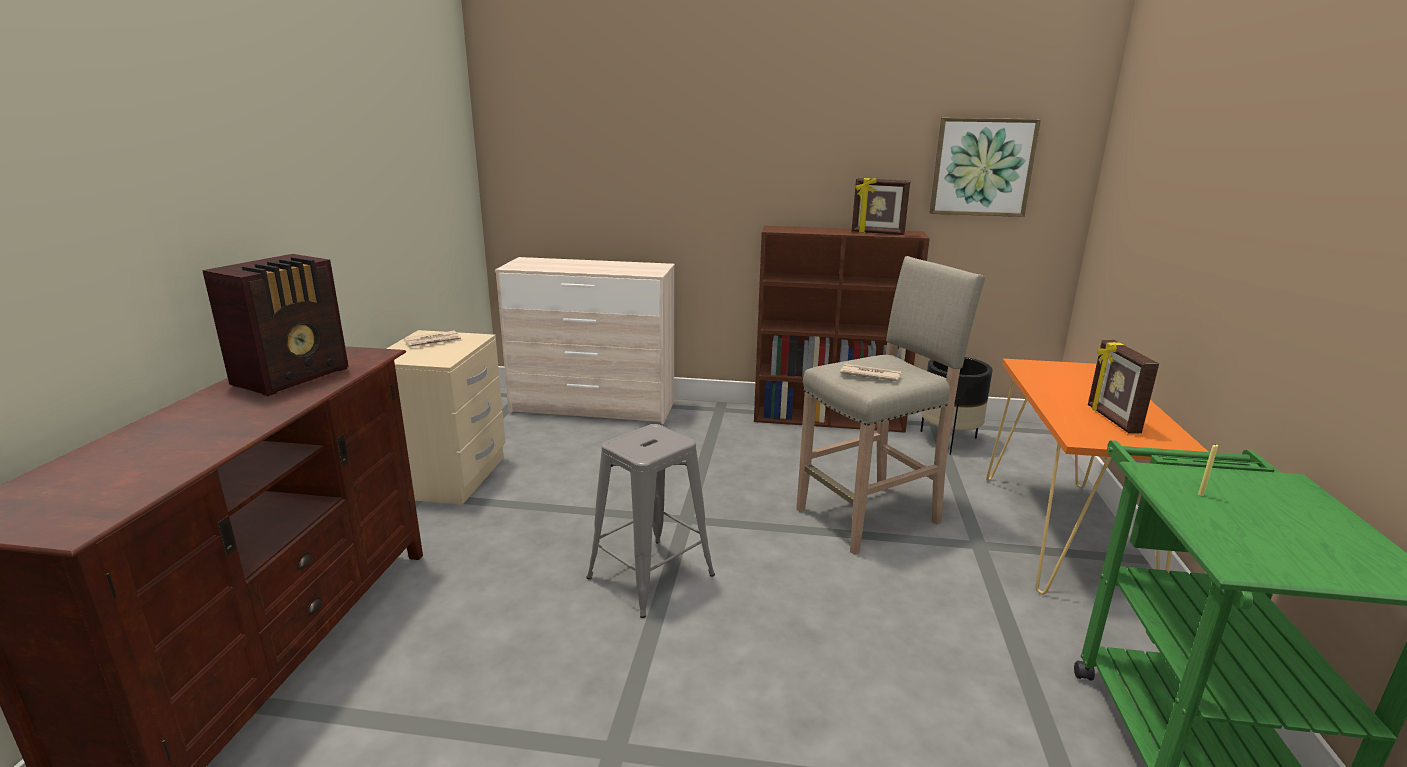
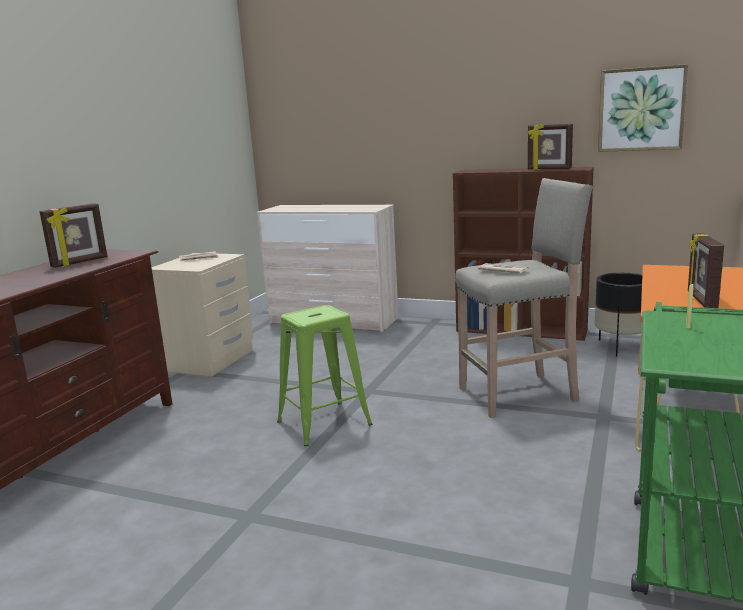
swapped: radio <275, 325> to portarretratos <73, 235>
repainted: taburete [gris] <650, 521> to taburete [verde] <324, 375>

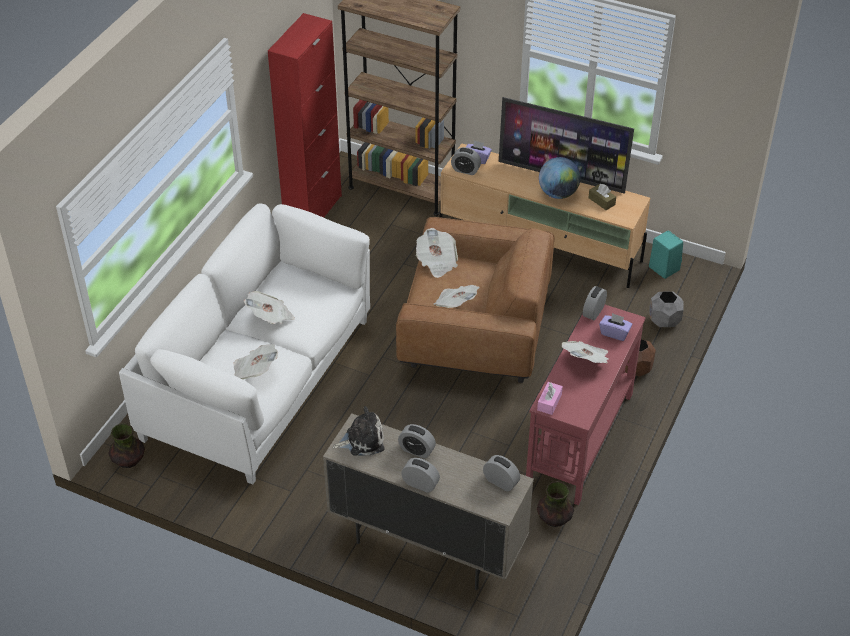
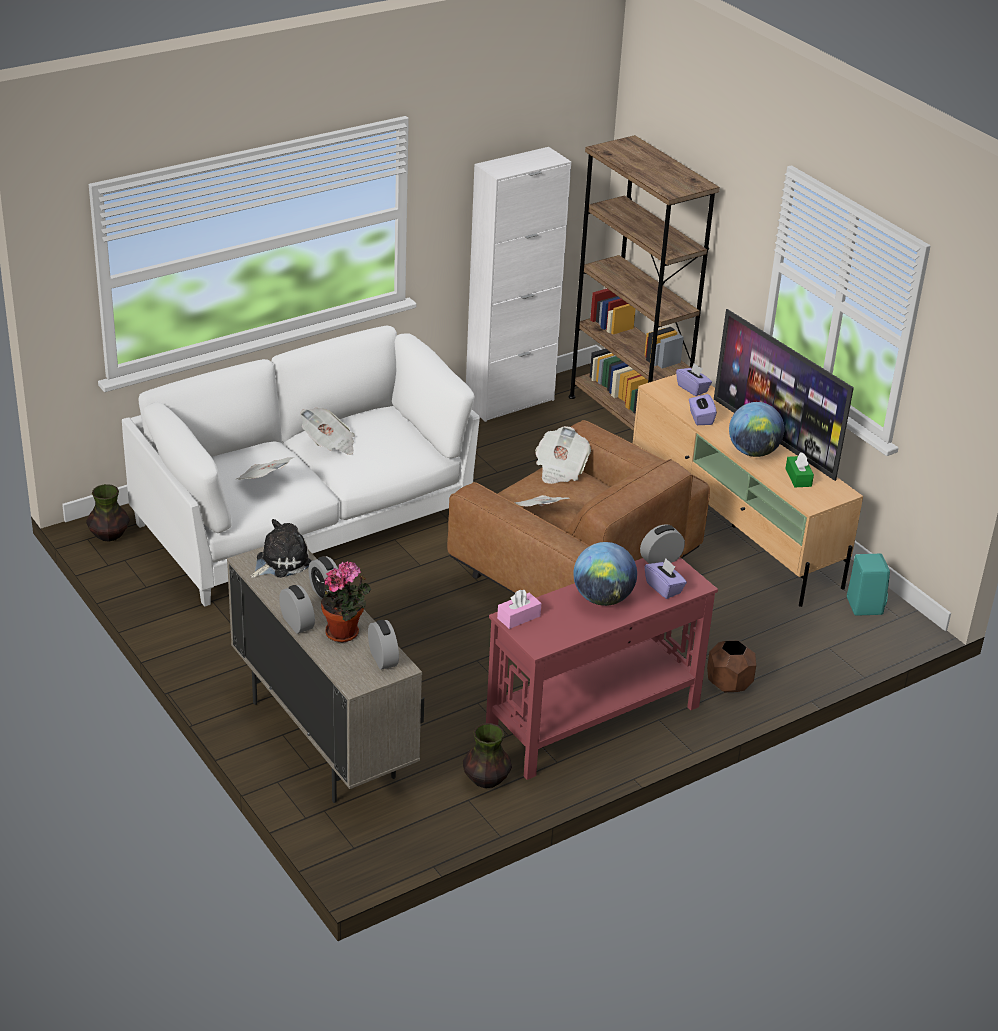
gone: despertador <466, 161>; maceta [gris] <666, 309>
new: caja de pañuelos [morado] <703, 409>; planta en maceta <346, 602>
swapped: periódico <585, 352> to globo terráqueo <605, 574>
repainted: armario [rojo] <305, 115> to armario [blanco] <518, 284>; caja de pañuelos [marrón] <602, 197> to caja de pañuelos [verde] <800, 469>
rotated: peluche <359, 431> = <281, 548> 60 degrees counterclockwise

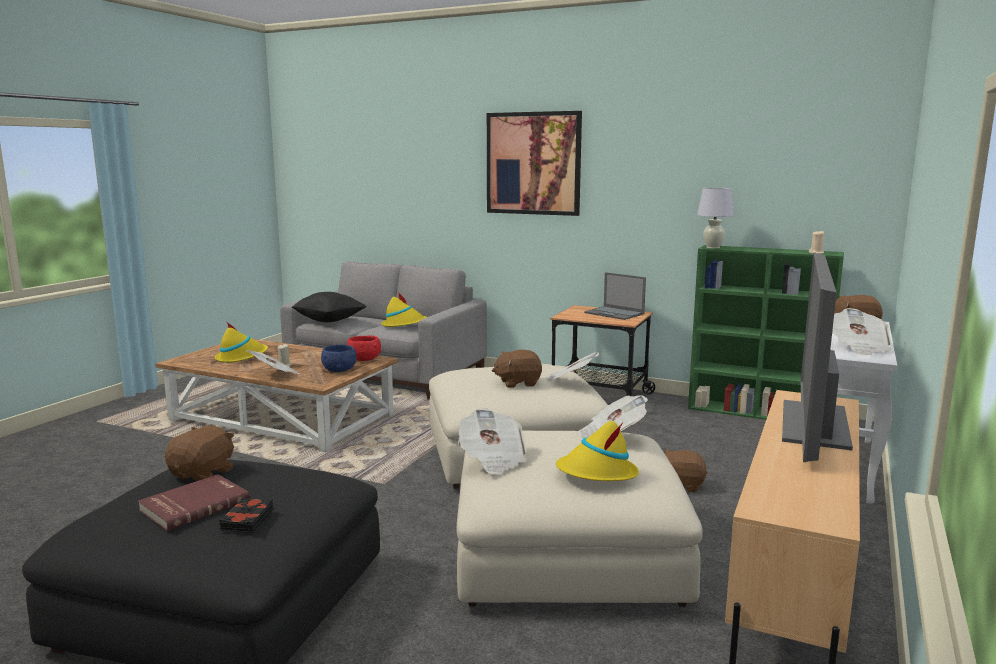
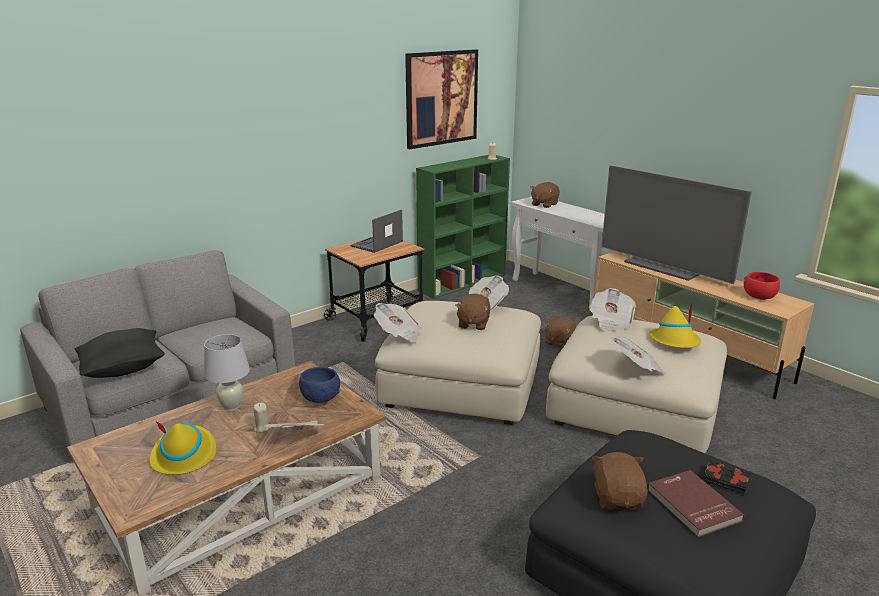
gone: sombrero [amarillo] <404, 309>
shifted: cuadro <534, 163> to <441, 99>; lámpara de mesa [blanco] <715, 218> to <227, 372>; periódico <861, 331> to <398, 322>; cuenco [rojo] <364, 348> to <762, 286>
rotated: portátil <615, 296> = <377, 231> 150 degrees clockwise; peluche [marrón] <199, 453> = <620, 481> 45 degrees clockwise

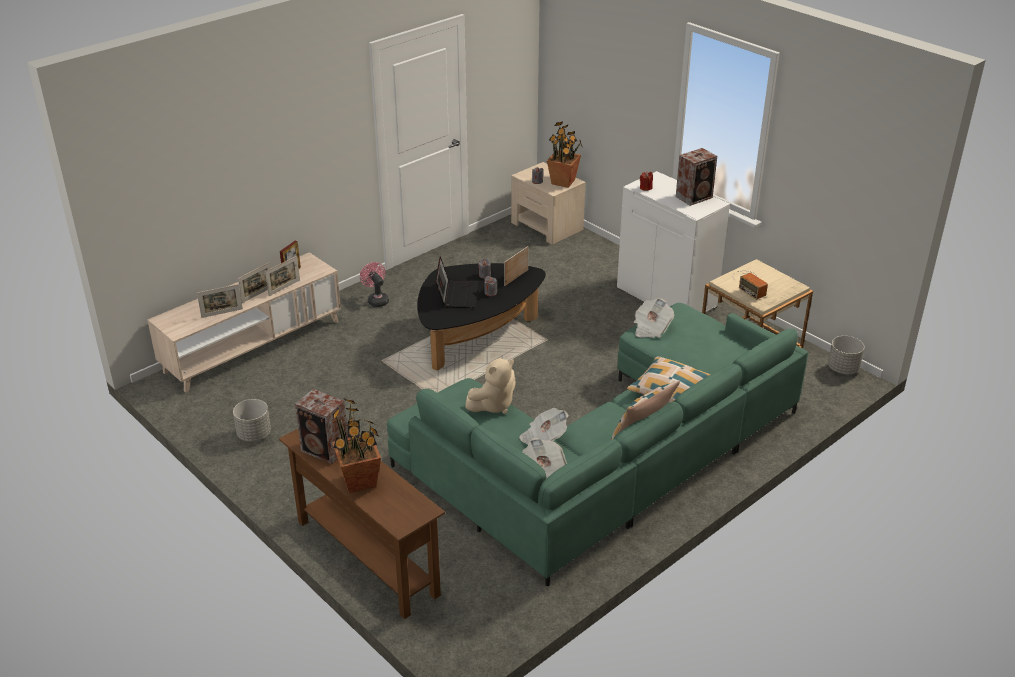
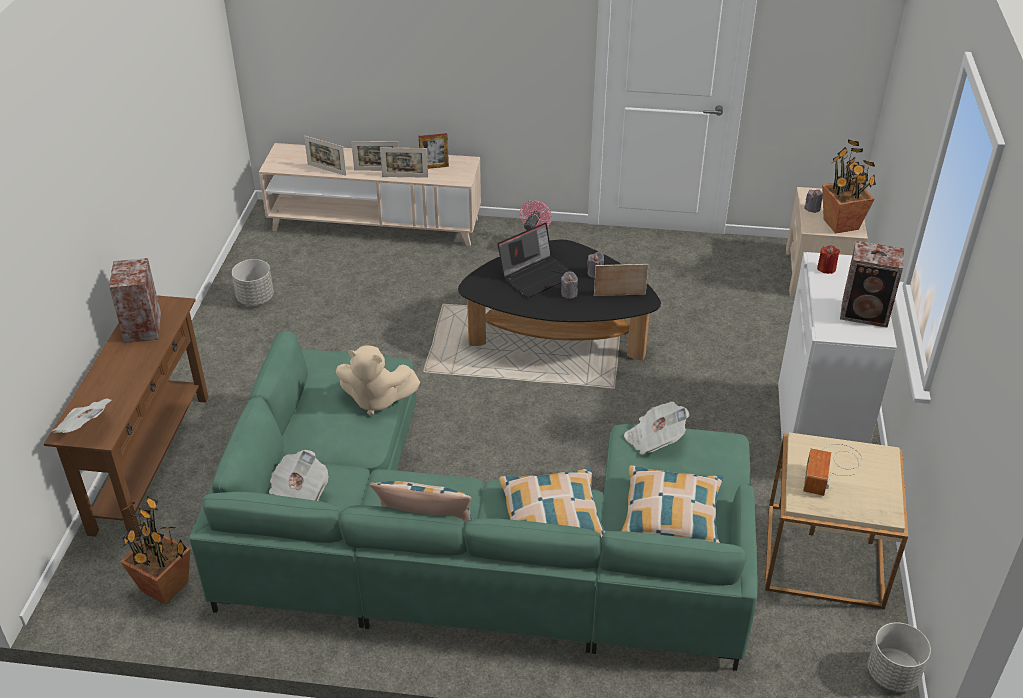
new: cojín <672, 504>
shifted: planta en maceta <356, 446> to <155, 550>; periódico <544, 426> to <82, 415>

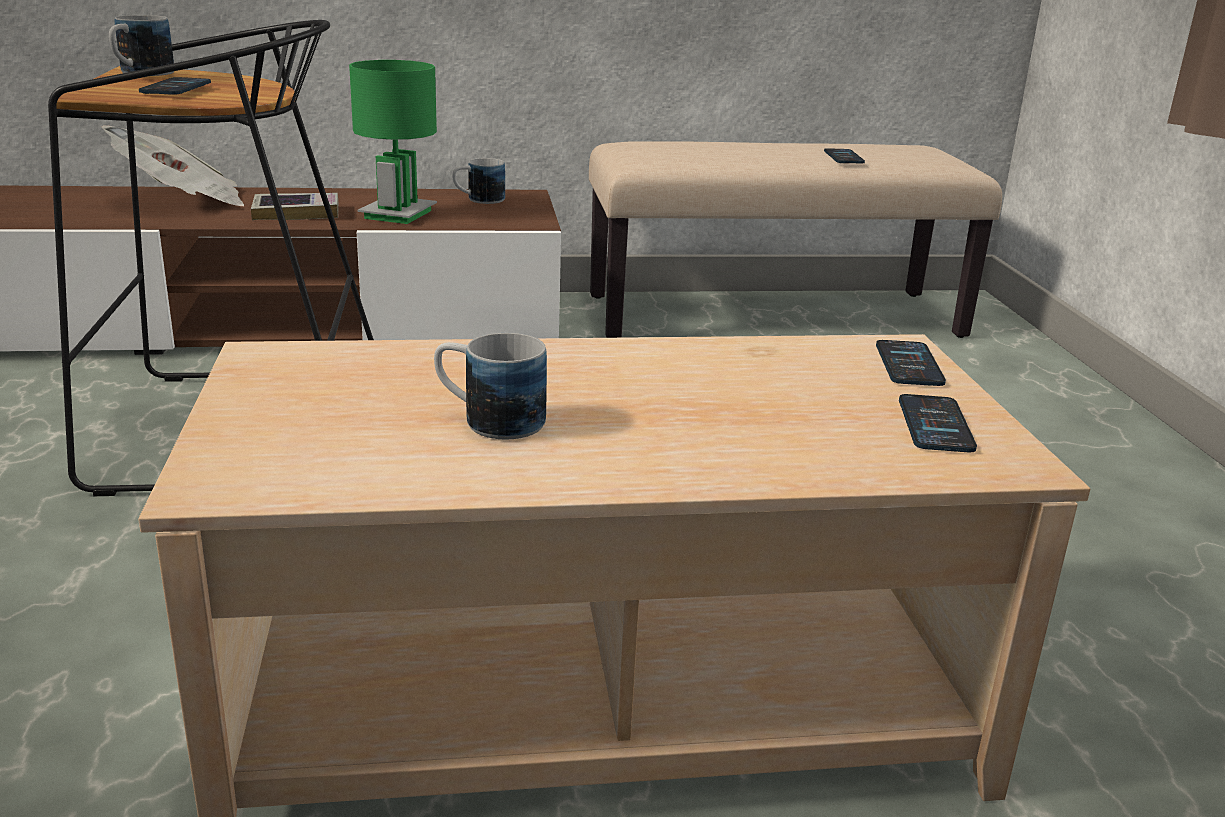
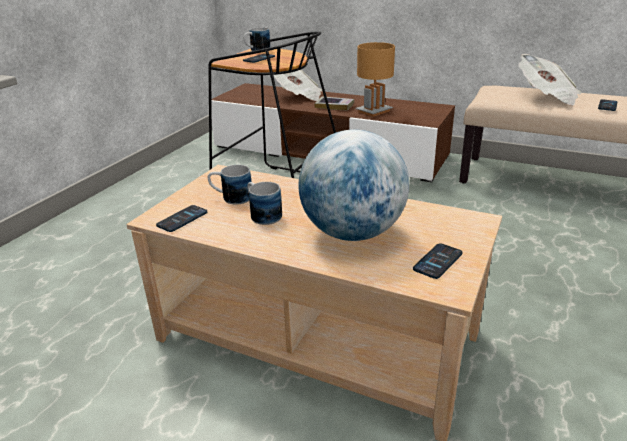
new: periódico <550, 80>; globo terráqueo <353, 185>
shifted: taza grande <478, 181> to <229, 185>; móvil <911, 363> to <181, 218>
repainted: lámpara de mesa [verde] <393, 142> to lámpara de mesa [marrón] <375, 79>

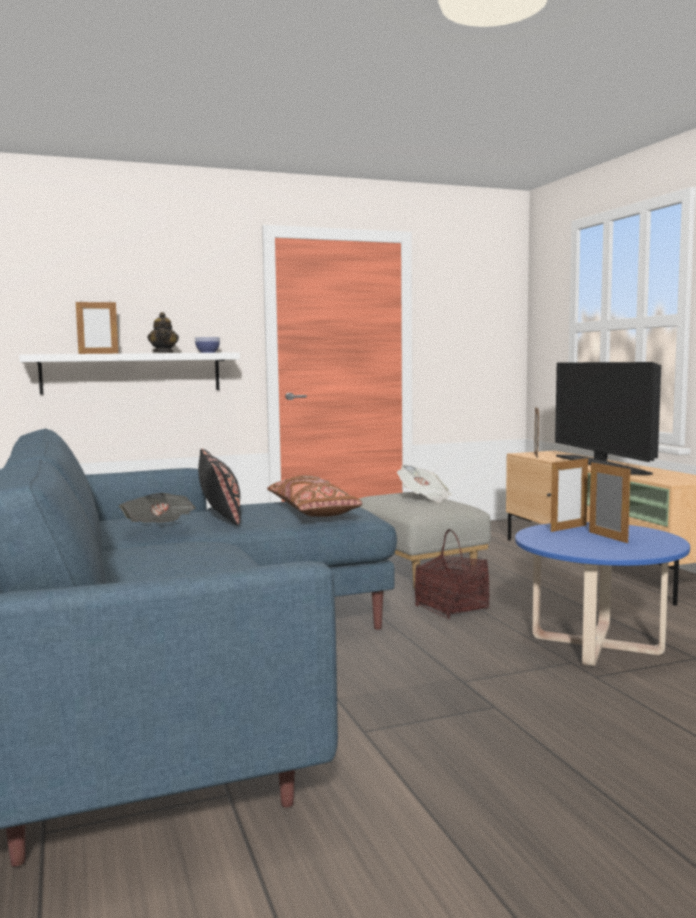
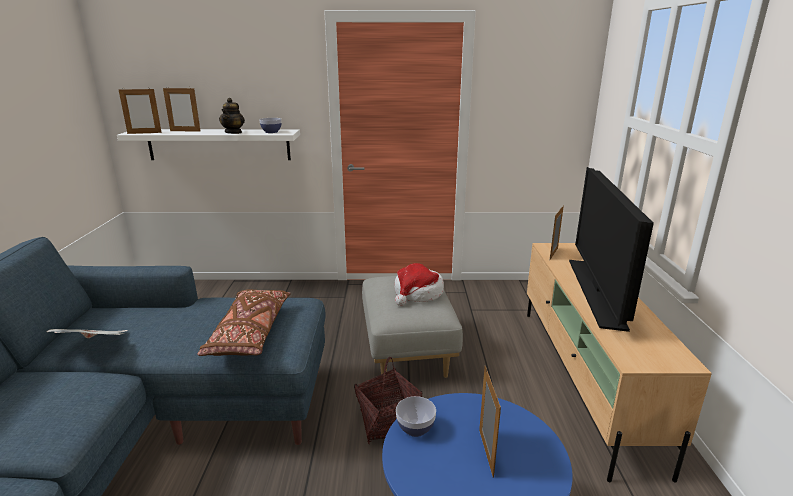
gone: cojín [negro] <219, 487>
new: cuenco <416, 416>
shifted: portarretratos <569, 494> to <140, 110>
swapped: periódico <424, 483> to sombrero <419, 284>

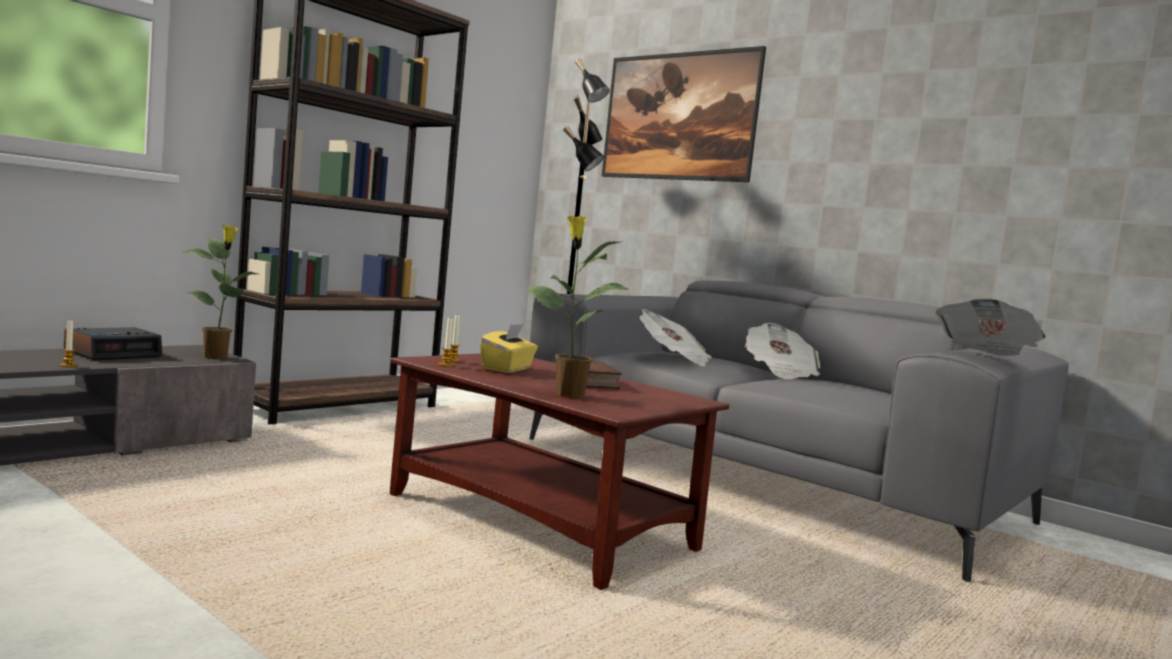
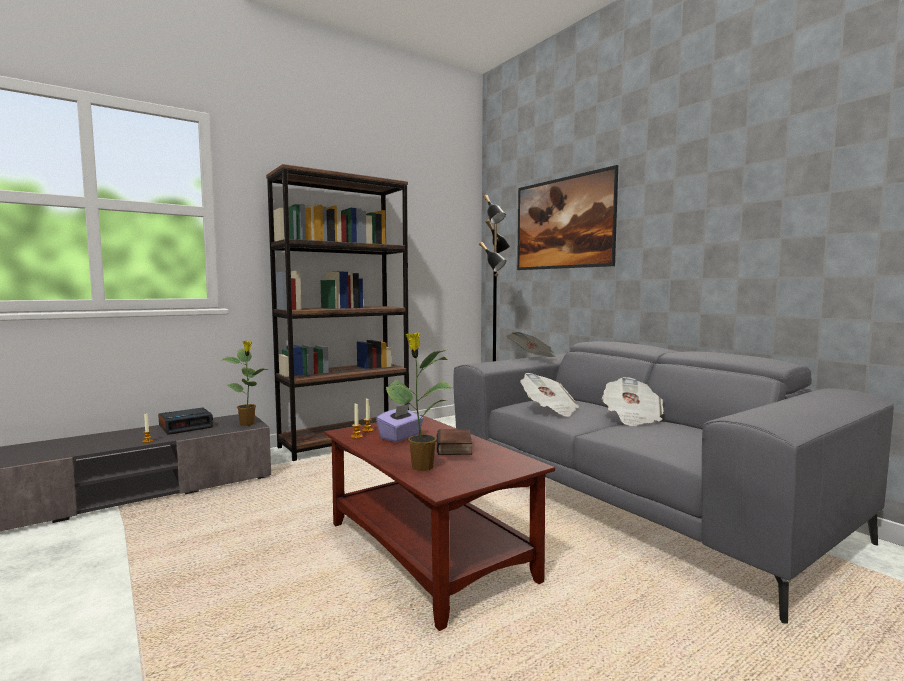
shifted: periódico <991, 327> to <530, 344>
repainted: caja de pañuelos [amarillo] <509, 348> to caja de pañuelos [morado] <400, 423>

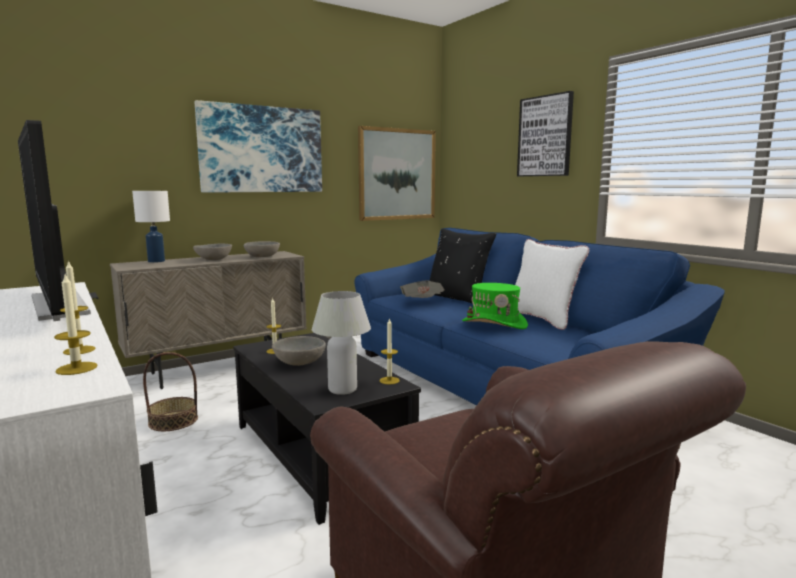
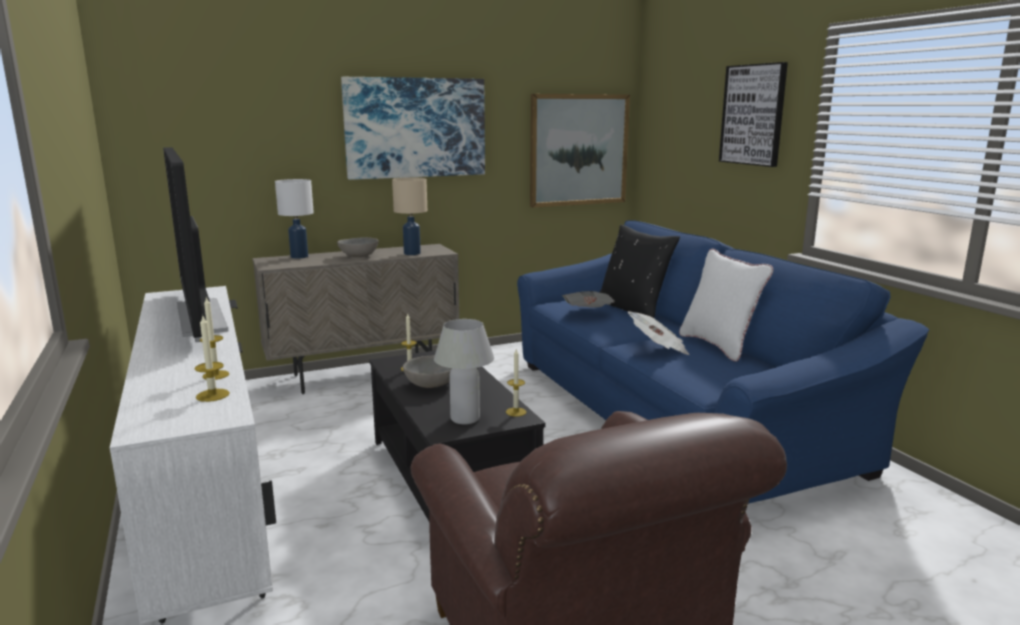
gone: cesta <170, 391>
swapped: cuenco [gris] <262, 249> to lámpara de mesa [beis] <409, 216>; sombrero [verde] <495, 306> to periódico <658, 333>

